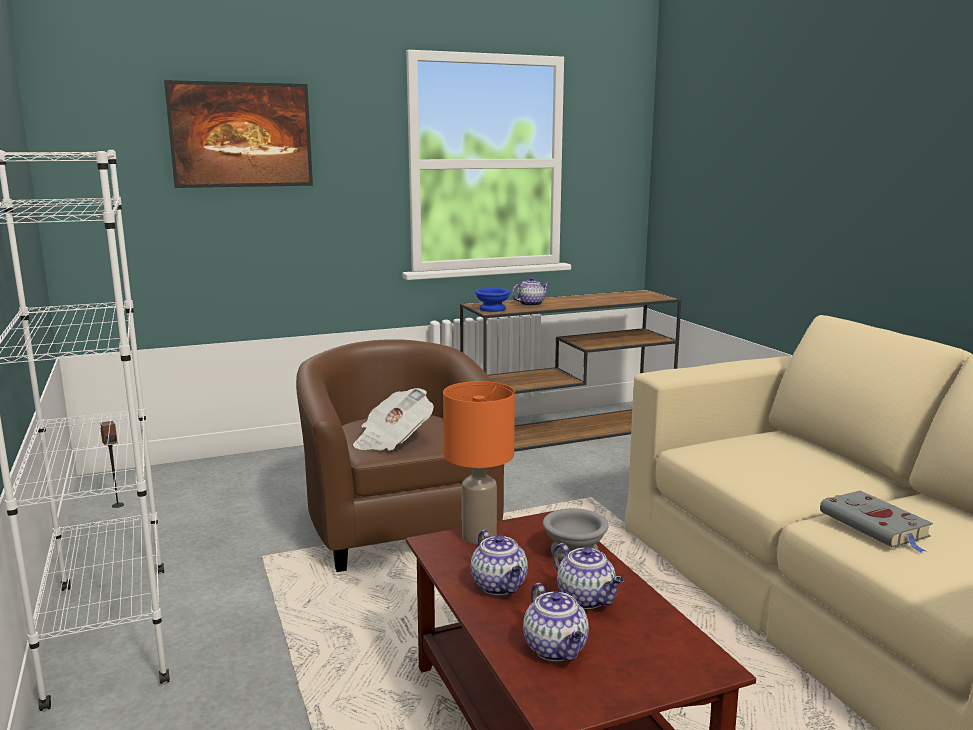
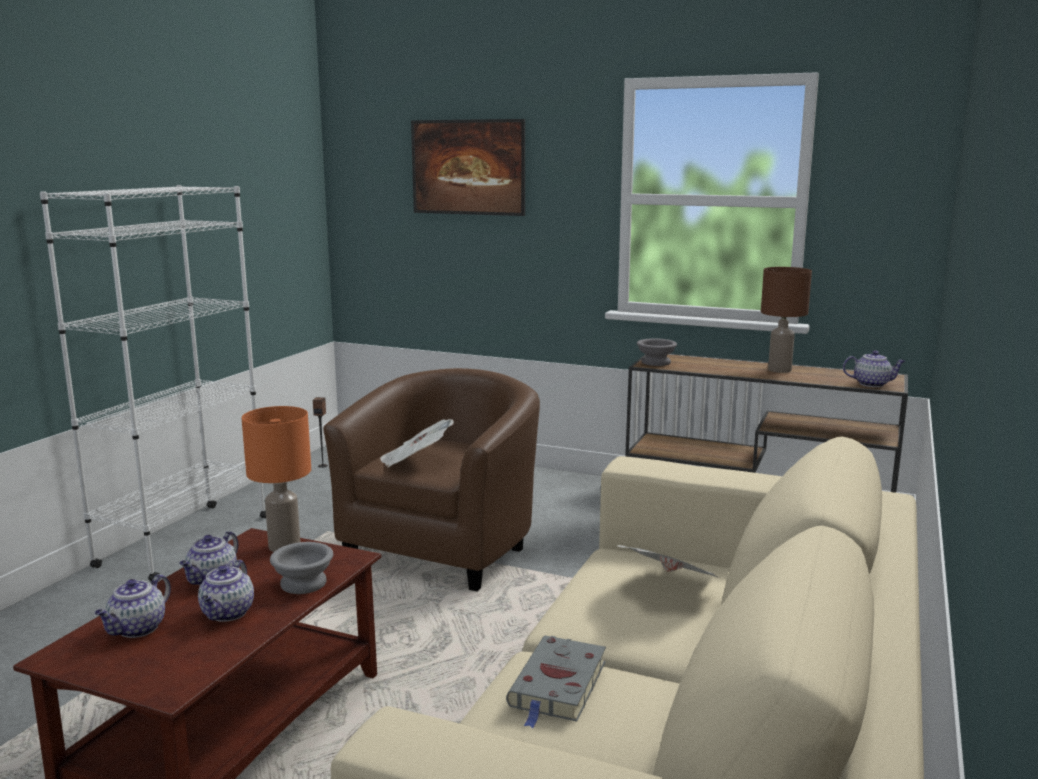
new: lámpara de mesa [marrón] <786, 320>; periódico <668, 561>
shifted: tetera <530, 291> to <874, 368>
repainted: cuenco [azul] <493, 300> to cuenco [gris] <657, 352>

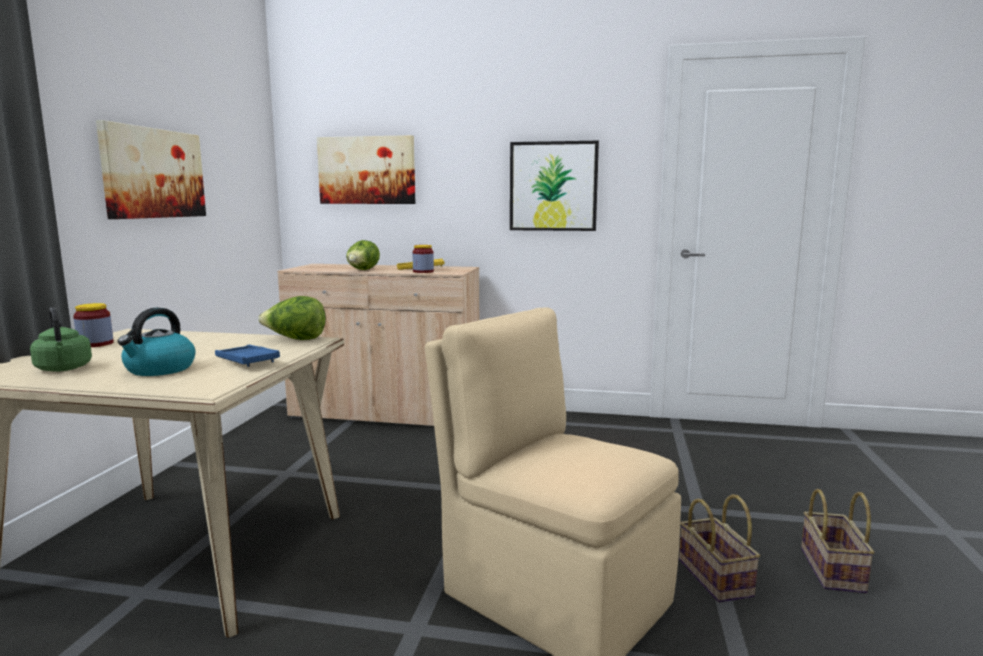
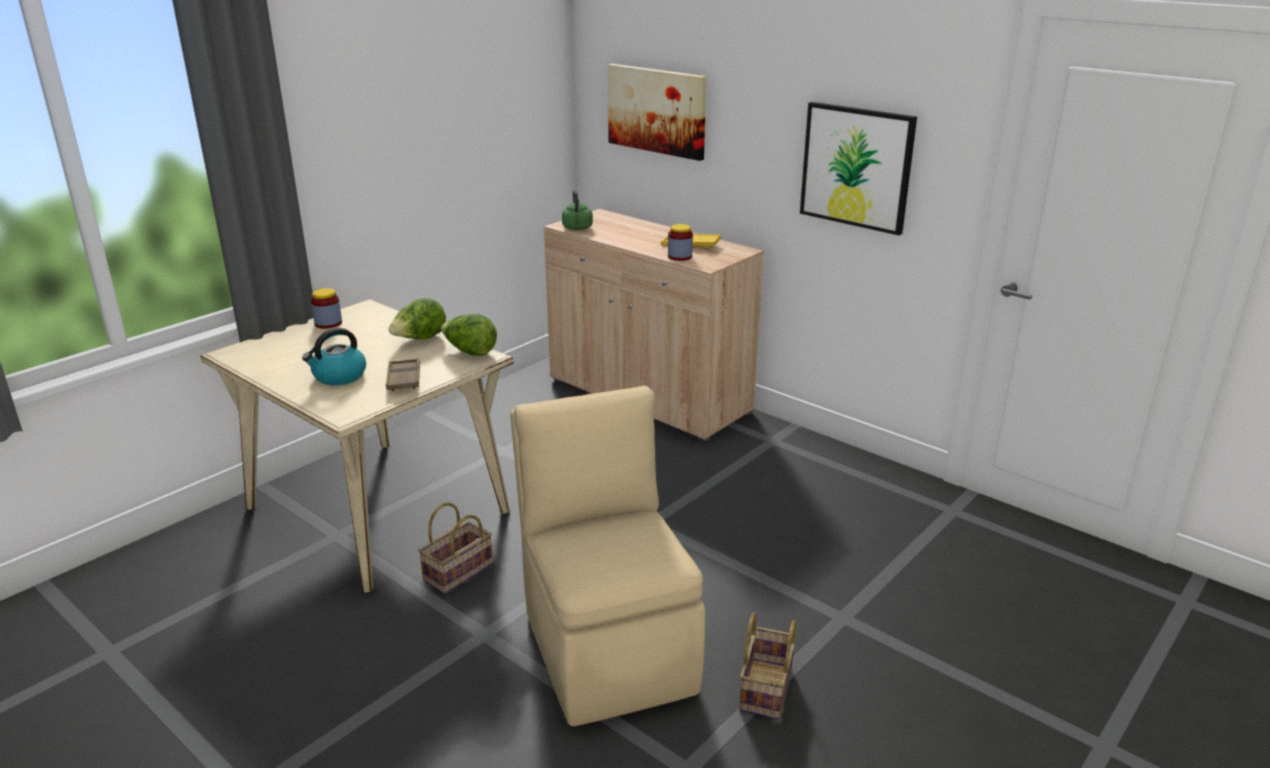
gone: cuadro <151, 169>
shifted: lechuga <363, 255> to <417, 318>; hervidor [verde] <61, 339> to <577, 210>; cesta <838, 541> to <455, 548>
repainted: bandeja [azul] <247, 356> to bandeja [marrón] <403, 374>

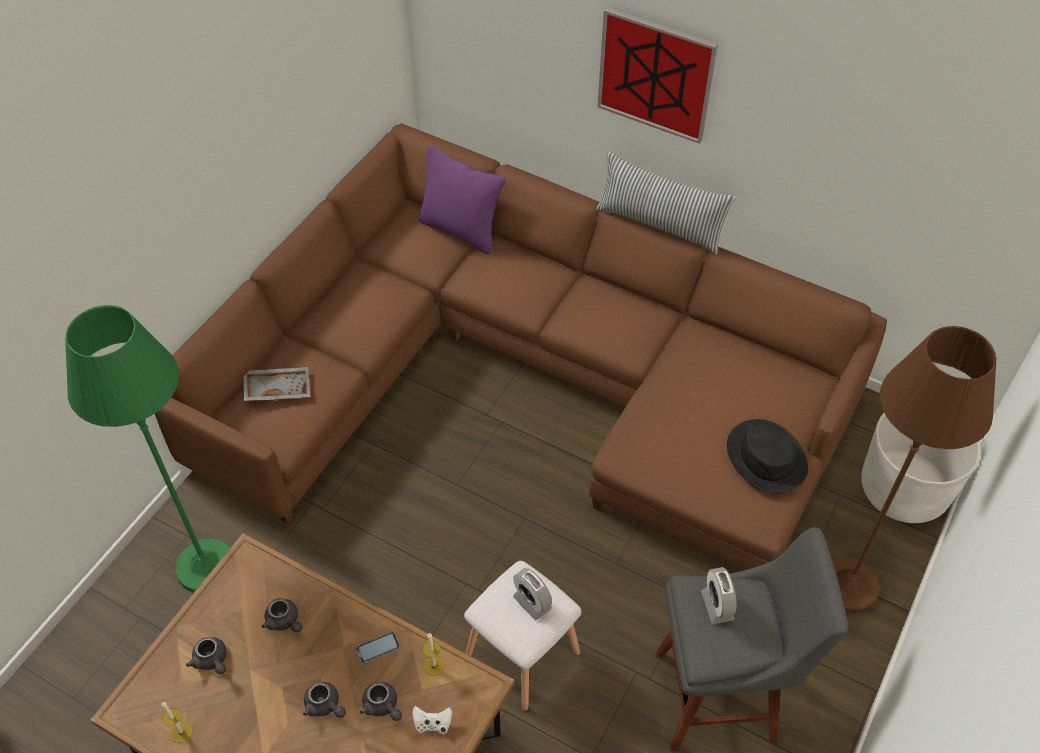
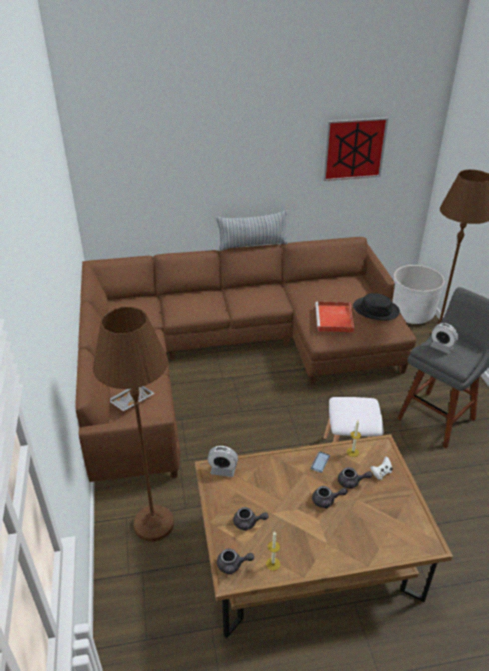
gone: cojín [morado] <461, 200>
new: bandeja [rojo] <334, 317>
shifted: cuadro <657, 76> to <355, 149>; despertador <532, 594> to <222, 461>; tetera [gris] <282, 615> to <235, 561>
repainted: lámpara de pie [verde] <147, 449> to lámpara de pie [marrón] <133, 424>

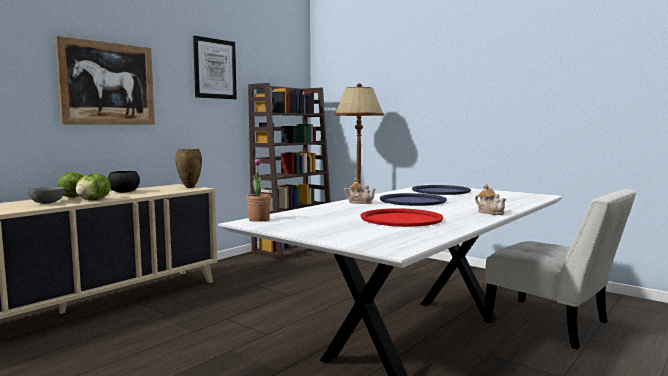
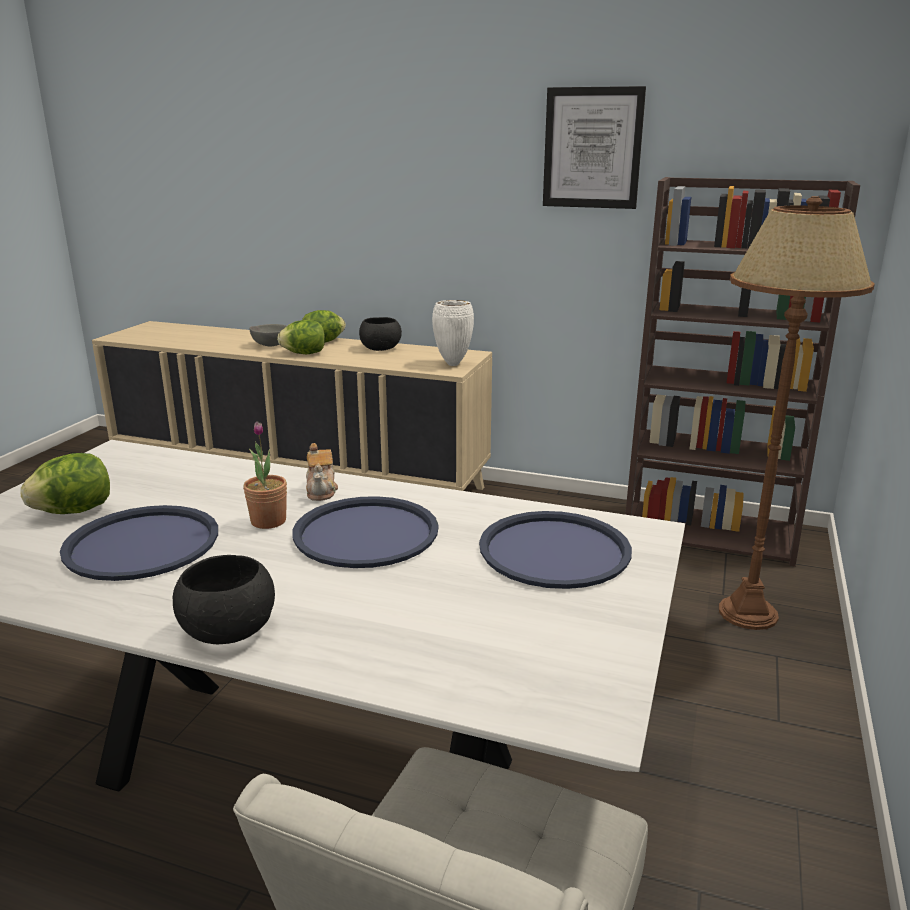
gone: cuadro <105, 80>
new: lechuga <65, 483>
shifted: planta en maceta <258, 190> to <265, 475>
swapped: tetera <490, 199> to cuenco [negro] <224, 599>
repainted: florero [marrón] <188, 168> to florero [blanco] <453, 333>; bandeja [rojo] <401, 217> to bandeja [azul] <139, 543>

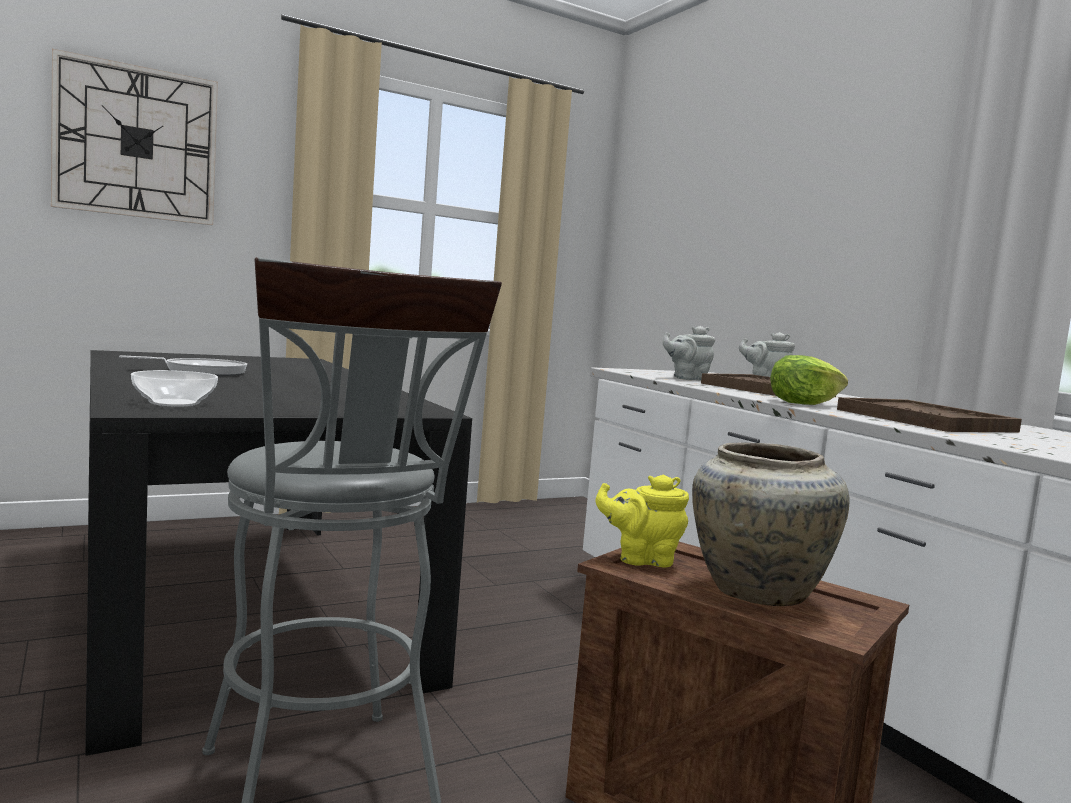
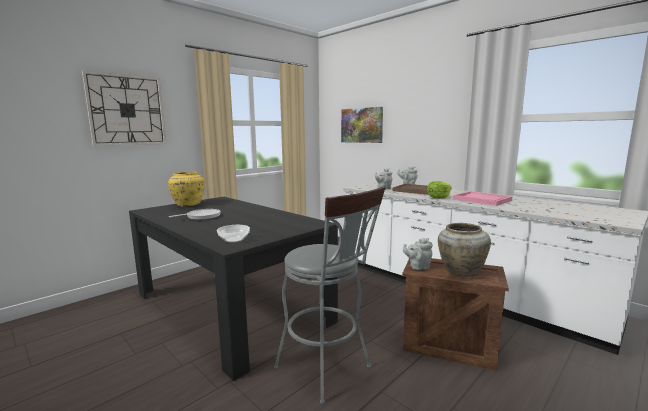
new: cuadro <362, 125>; florero [amarillo] <186, 189>
repainted: bandeja [marrón] <929, 414> to bandeja [rosa] <482, 198>; tetera [amarillo] <642, 521> to tetera [gris] <418, 254>

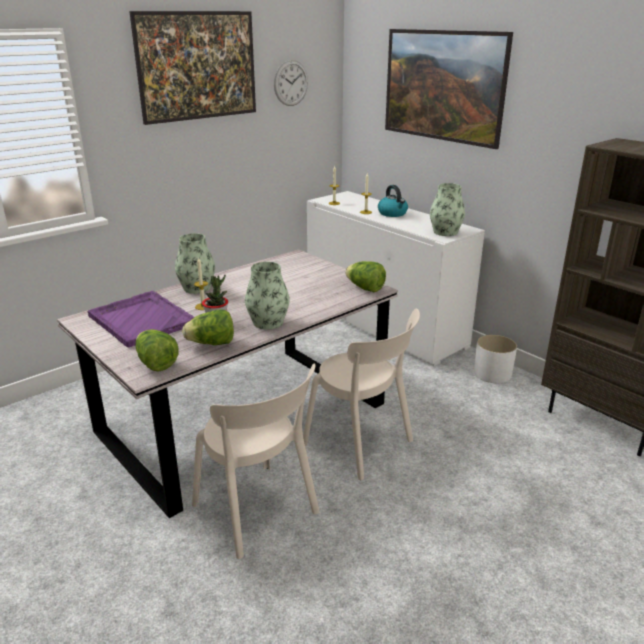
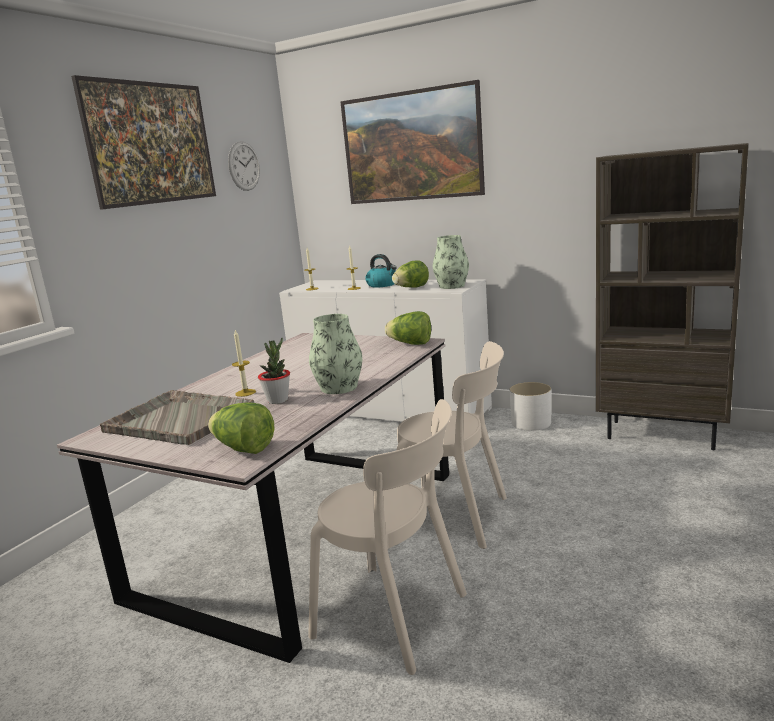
gone: florero <195, 263>
shifted: lechuga <208, 327> to <410, 274>
repainted: bandeja [morado] <140, 319> to bandeja [gris] <177, 417>

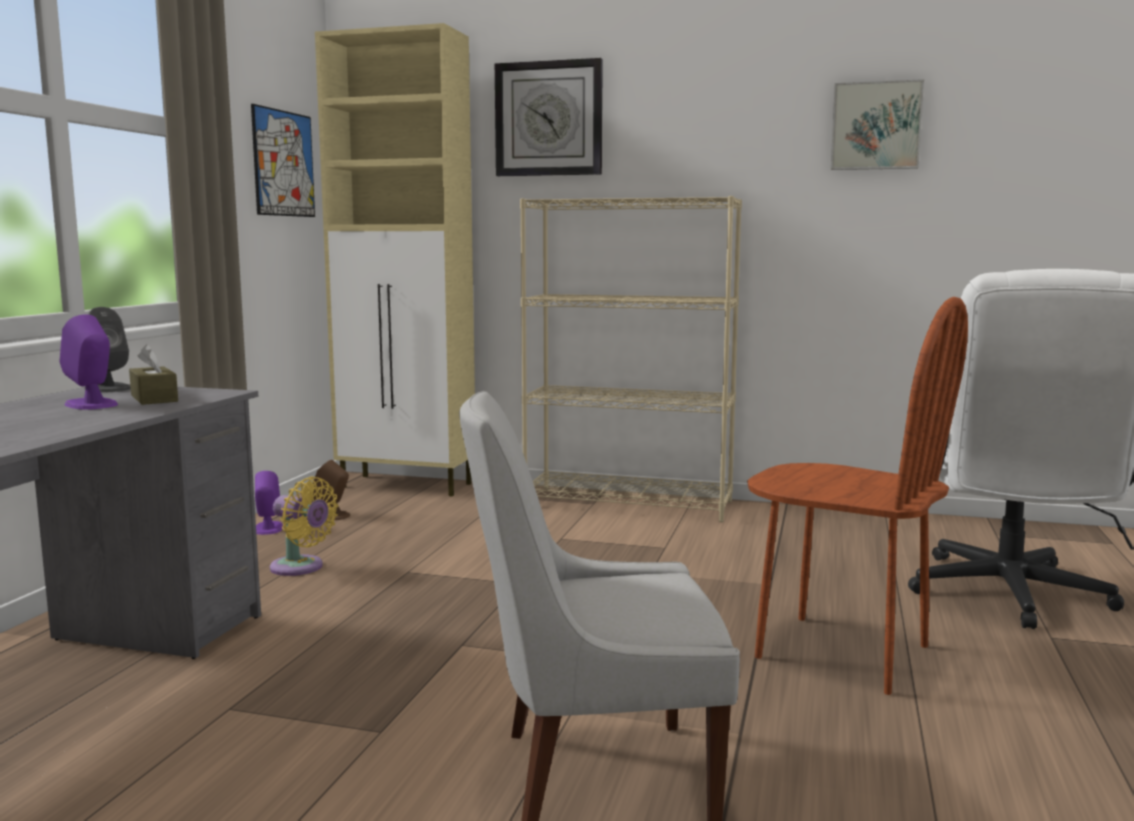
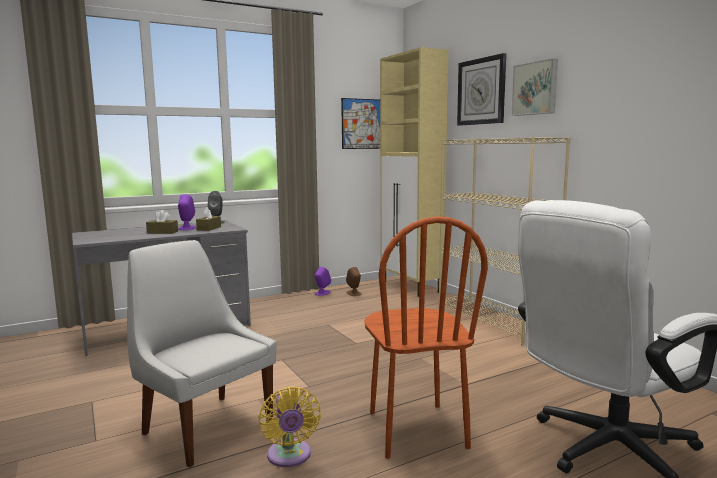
new: caja de pañuelos [marrón] <162, 222>
shifted: cuadro <877, 124> to <534, 87>; ventilador [amarillo] <304, 526> to <289, 427>

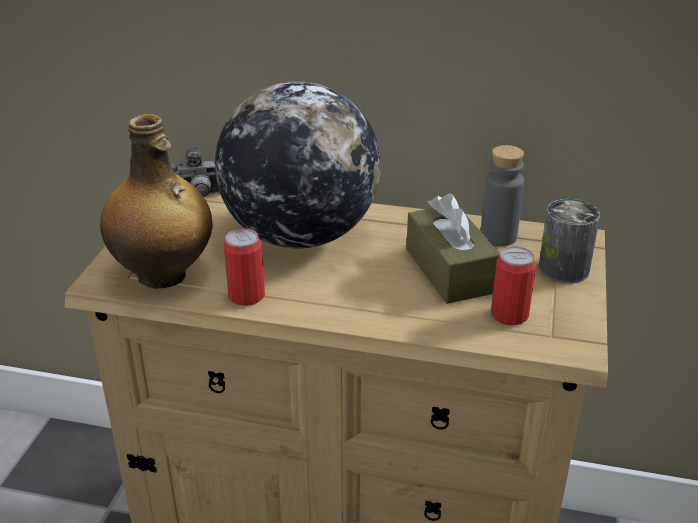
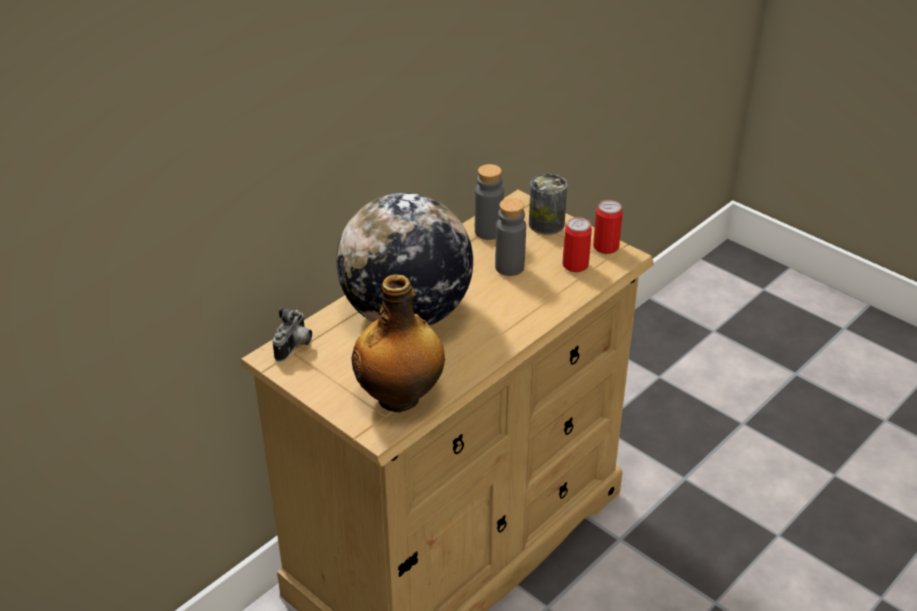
shifted: lata <244, 267> to <608, 227>
swapped: caja de pañuelos [marrón] <453, 248> to botella [gris] <510, 237>

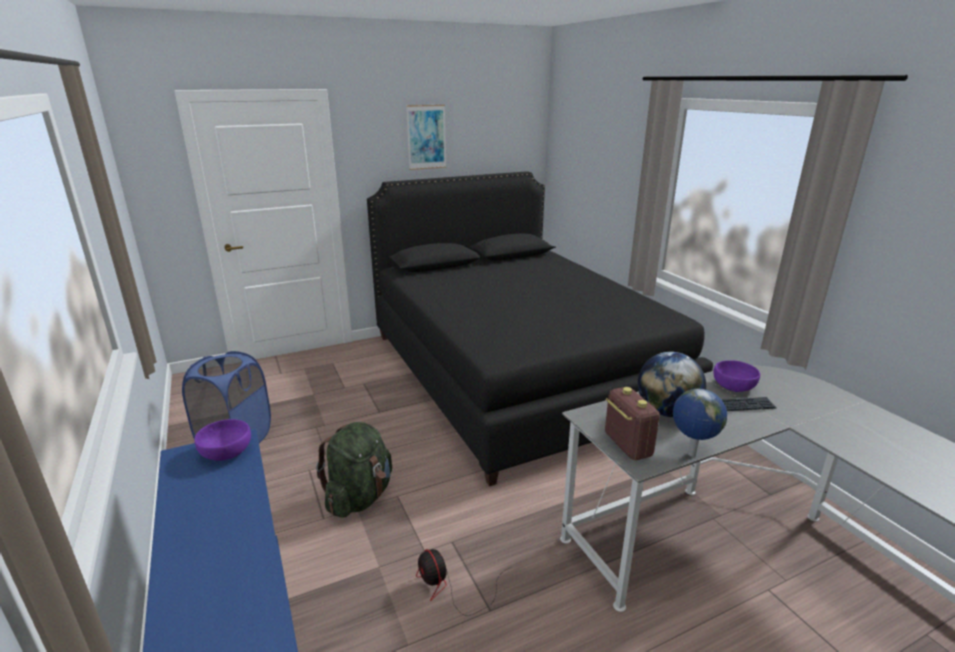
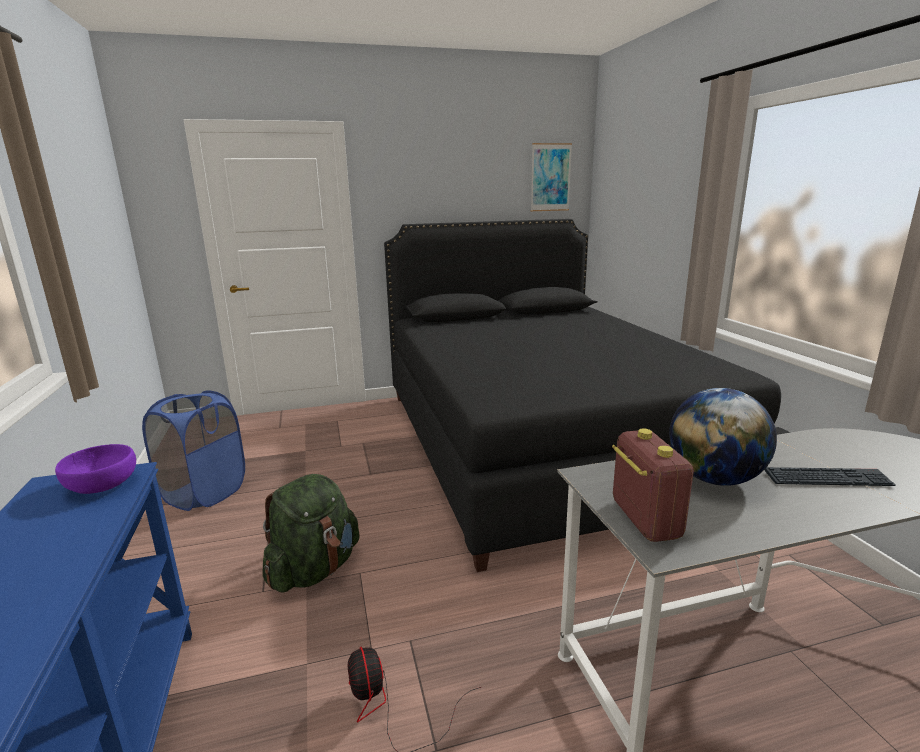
gone: cuenco [morado] <736, 376>; globo terráqueo <700, 423>
shifted: cuadro <426, 137> to <551, 177>

